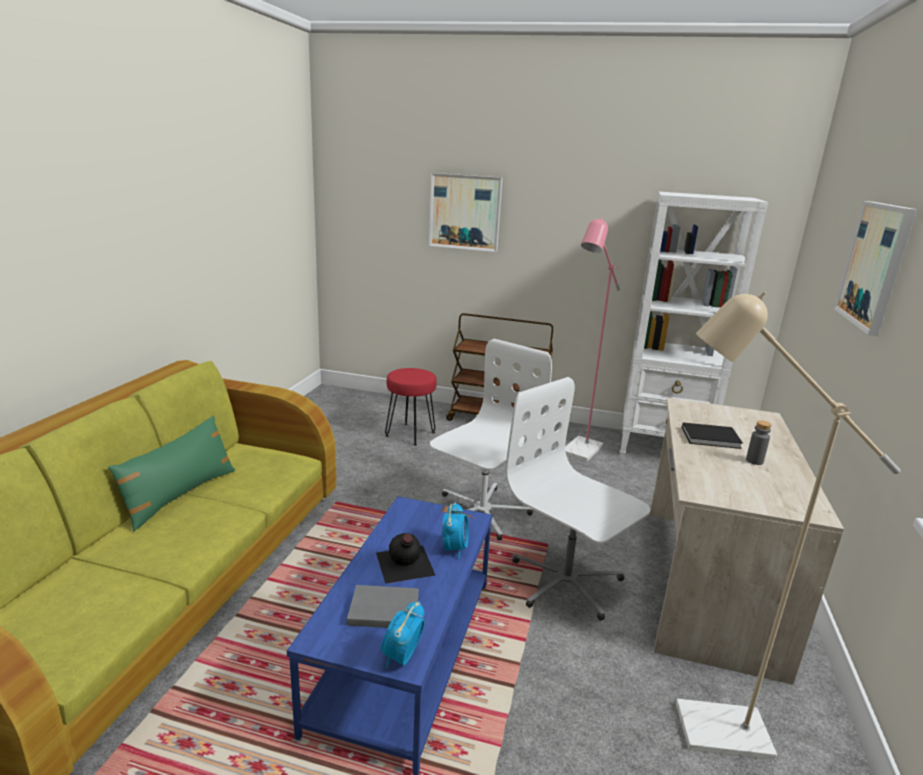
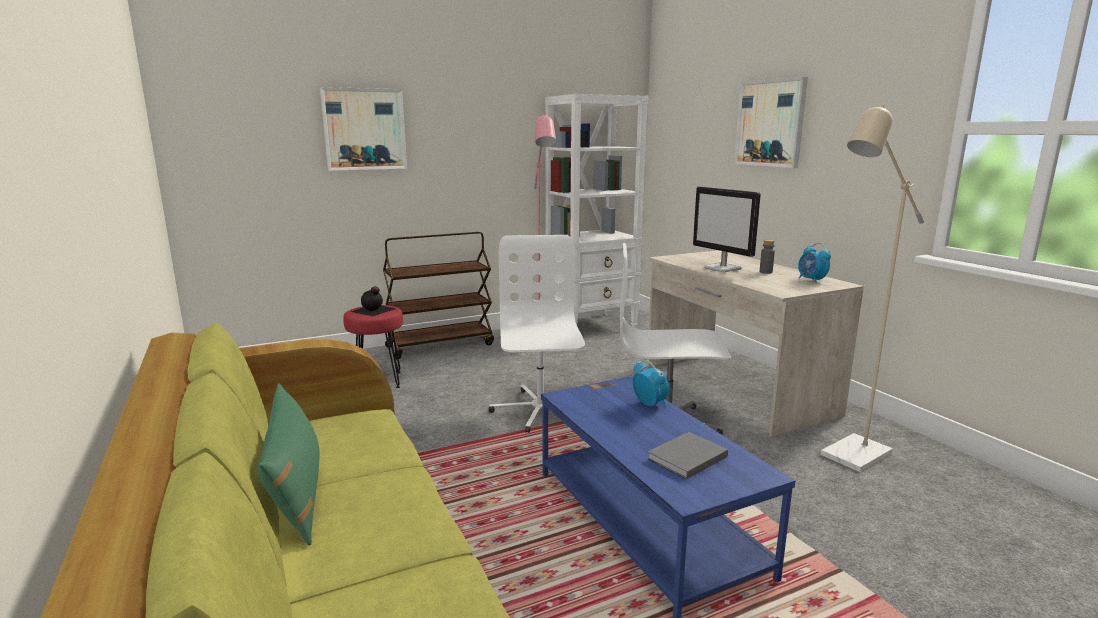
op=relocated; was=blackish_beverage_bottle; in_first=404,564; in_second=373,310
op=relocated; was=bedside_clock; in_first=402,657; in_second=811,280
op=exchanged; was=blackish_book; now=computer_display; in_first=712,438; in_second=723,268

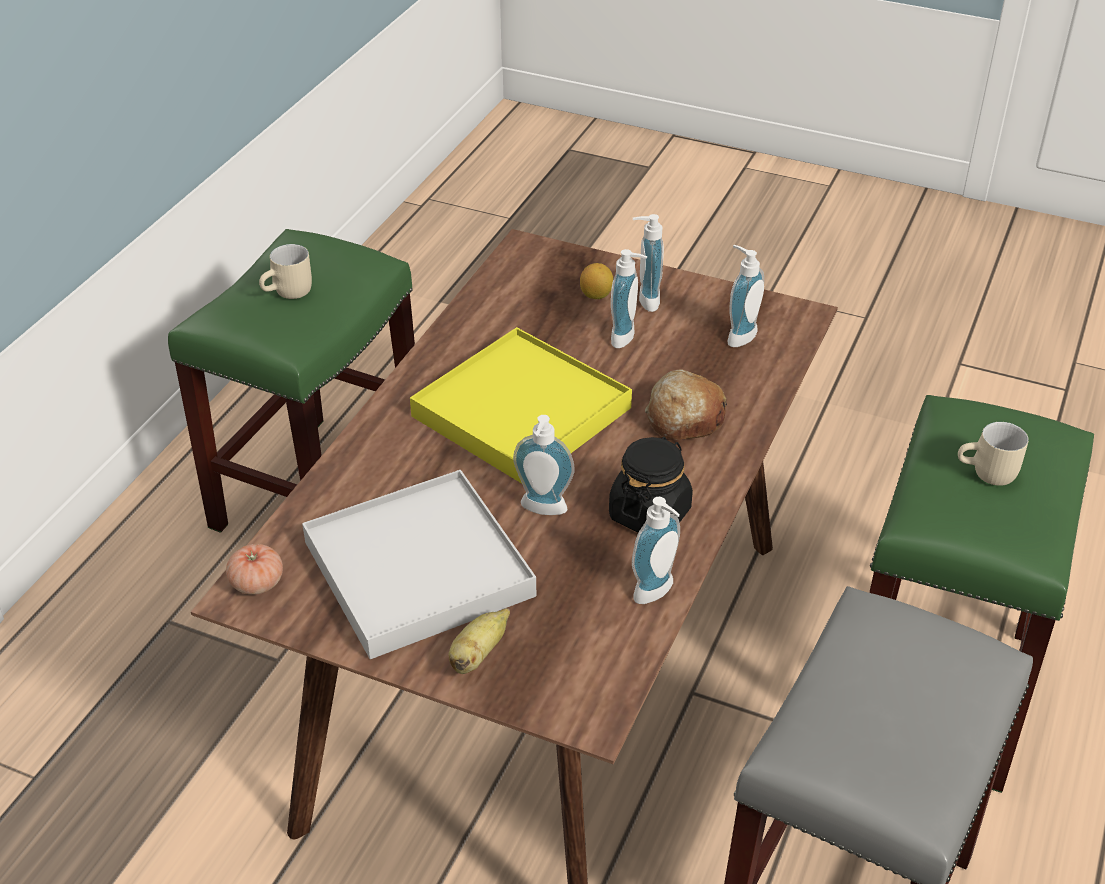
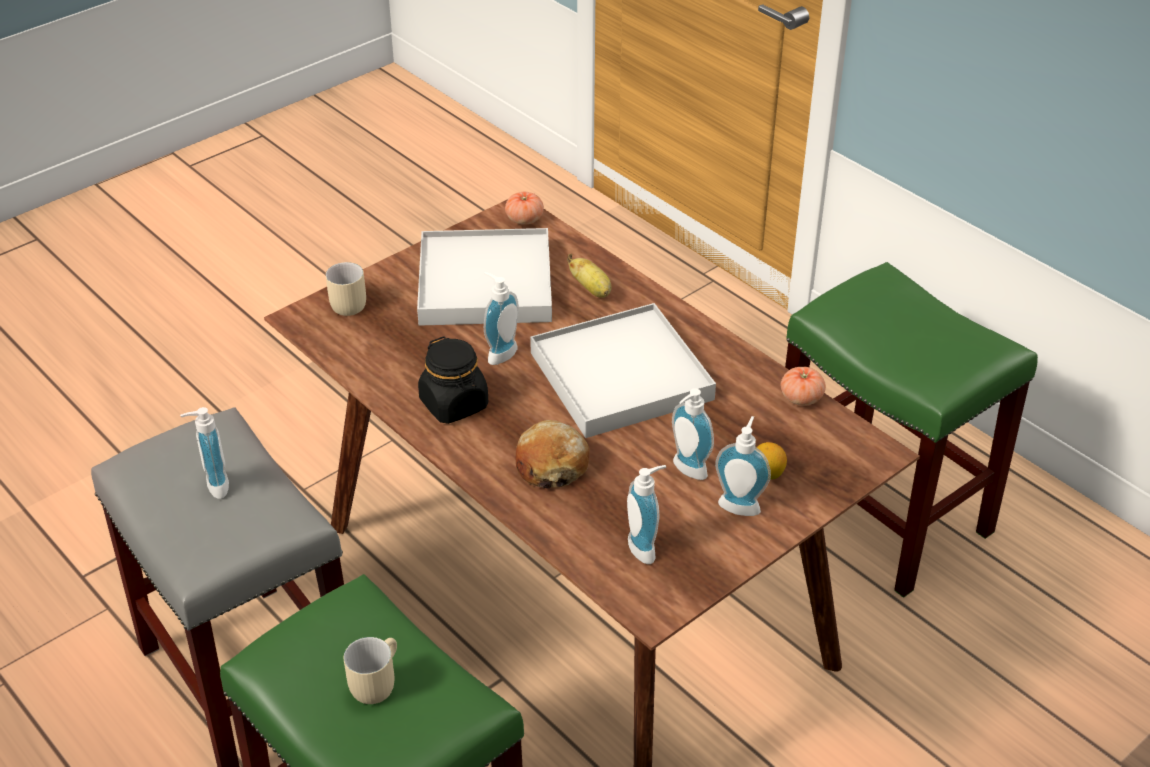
op=appeared; now=fresh_tomato; in_second=801,398
op=relocated; was=beige-coloured_tea_mug; in_first=289,293; in_second=345,303
op=relocated; was=banana; in_first=478,654; in_second=592,289
op=relocated; was=liquid_soap_bottle; in_first=657,593; in_second=213,486
op=colour; was=yellow_serving_tray; now=white_serving_tray; in_first=521,412; in_second=621,376

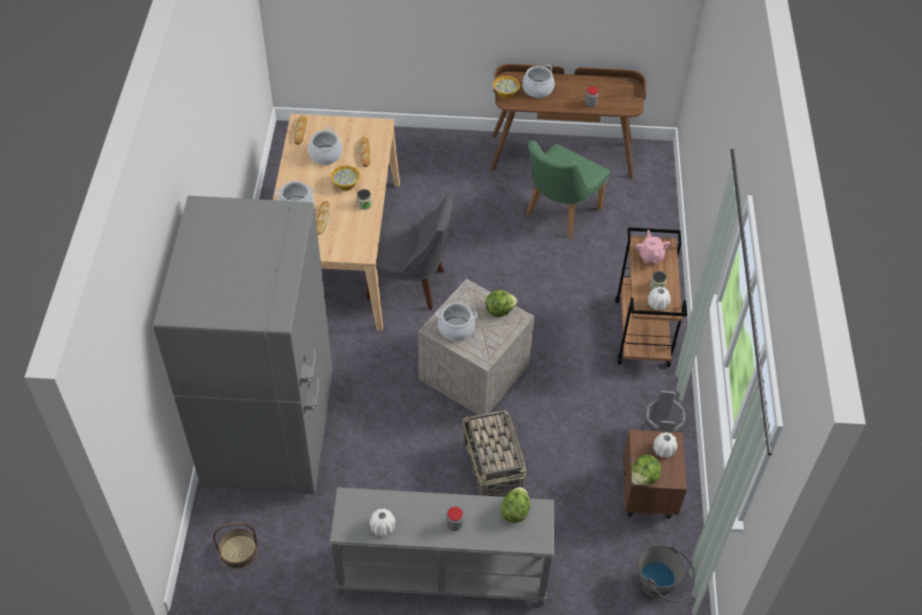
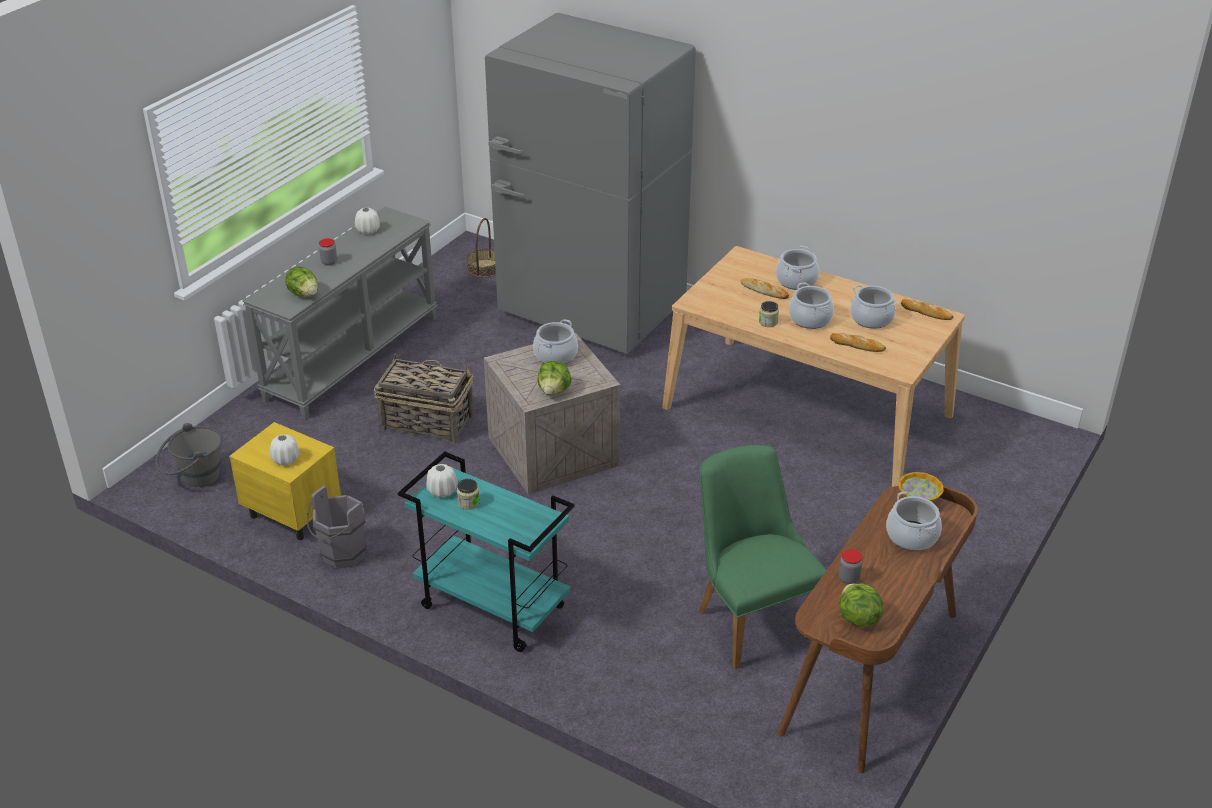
op=missing; was=greyish_chair; in_first=410,285
op=missing; was=pinkish_tea_pot; in_first=650,256
op=relocated; was=lettuce; in_first=644,477; in_second=857,618
op=exchanged; was=bowl; now=stockpot; in_first=346,185; in_second=810,319
op=colour; was=brownish_cart; now=turquoise-coloured_cart; in_first=642,333; in_second=491,607
op=colour; was=brownish_nightstand; now=yellow_nightstand; in_first=647,494; in_second=292,513

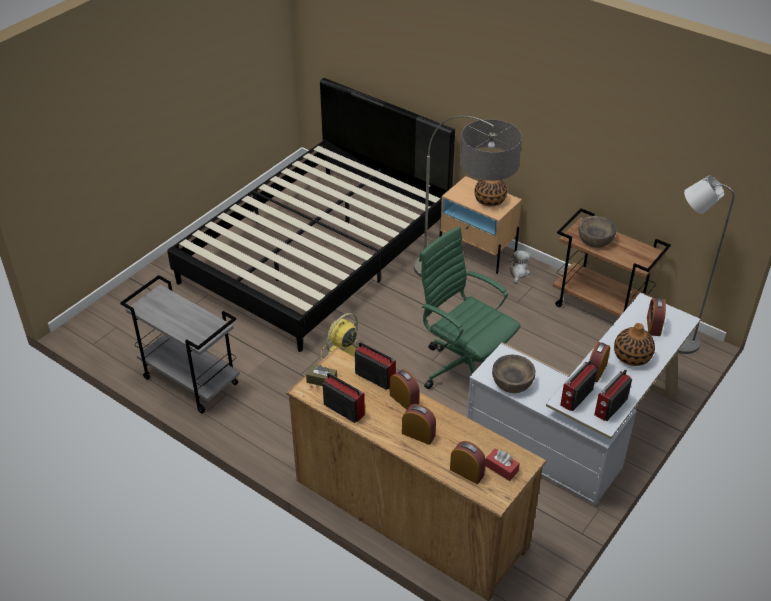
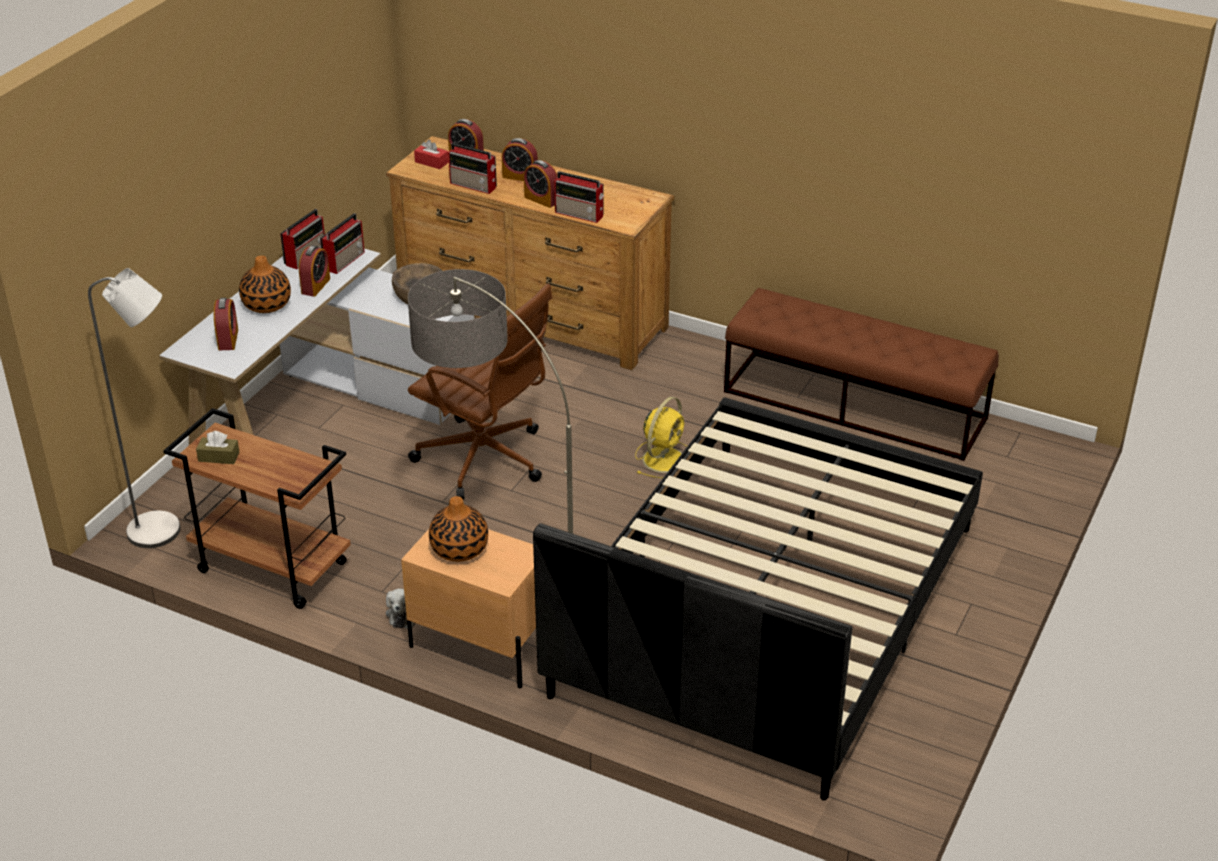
op=missing; was=brownish_bowl; in_first=595,239
op=relocated; was=brownish_tissue_holder; in_first=322,380; in_second=218,457
op=relocated; was=radio; in_first=343,408; in_second=474,185
op=exchanged; was=greyish_cart; now=brownish_bench; in_first=189,381; in_second=855,405
op=colour; was=green-coloured_desk_chair; now=brownish_desk_chair; in_first=465,368; in_second=485,460

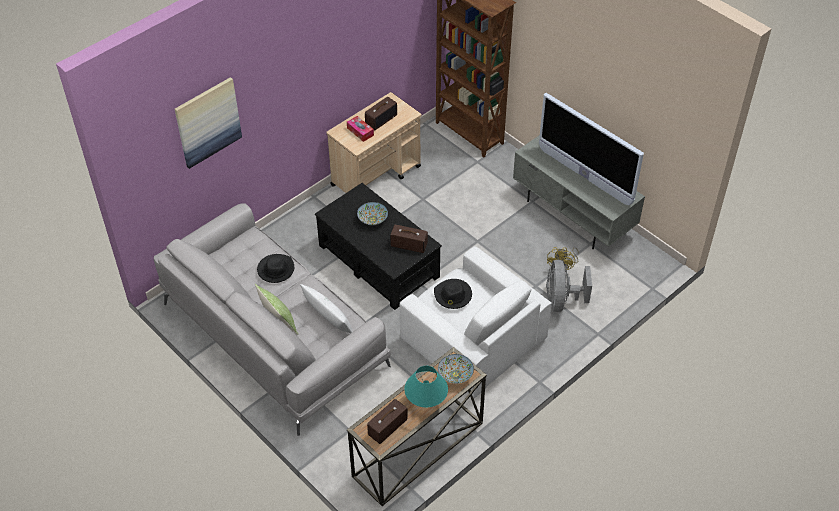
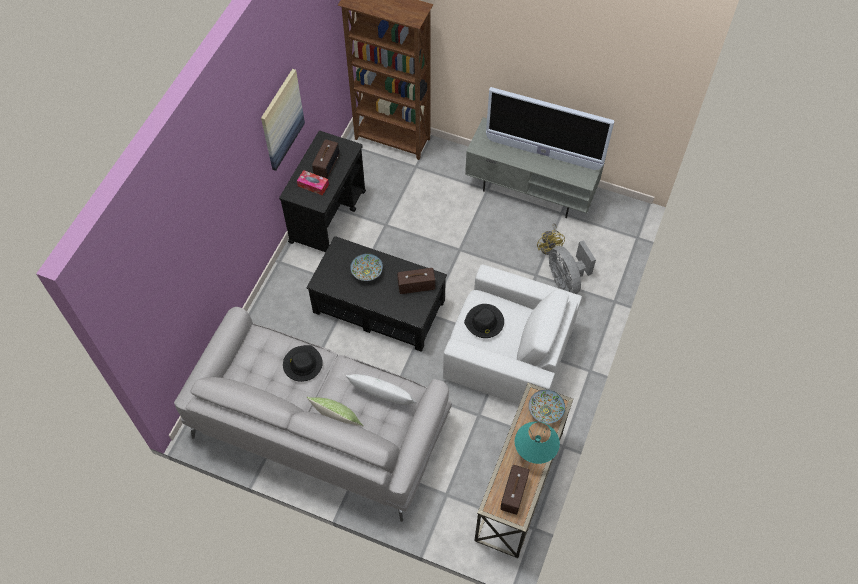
op=relocated; was=wall_art; in_first=208,122; in_second=281,120
op=colour; was=beige-coloured_cart; now=blackish_cart; in_first=376,175; in_second=328,216

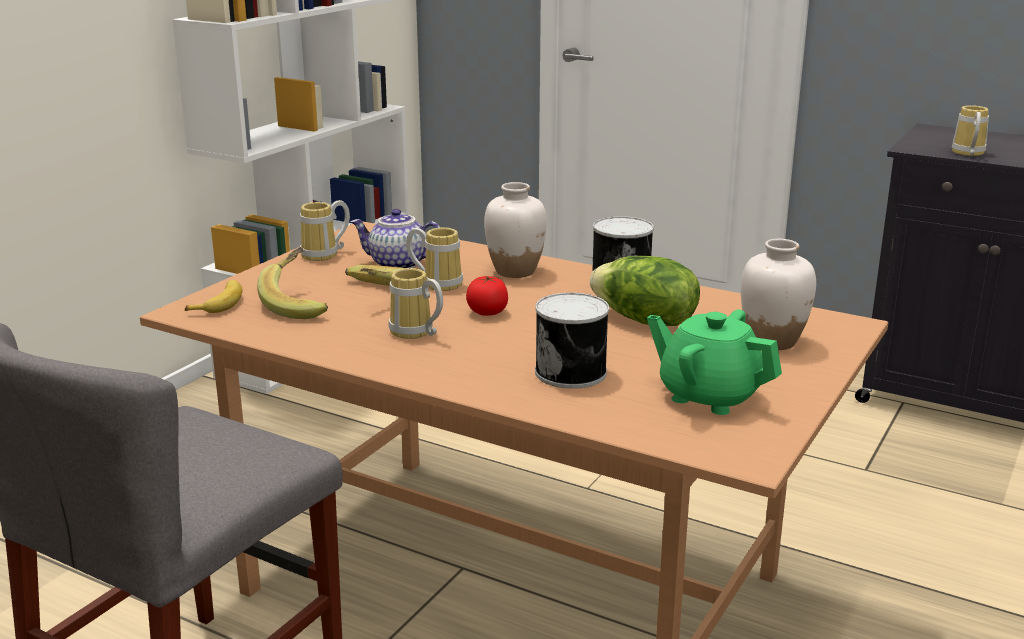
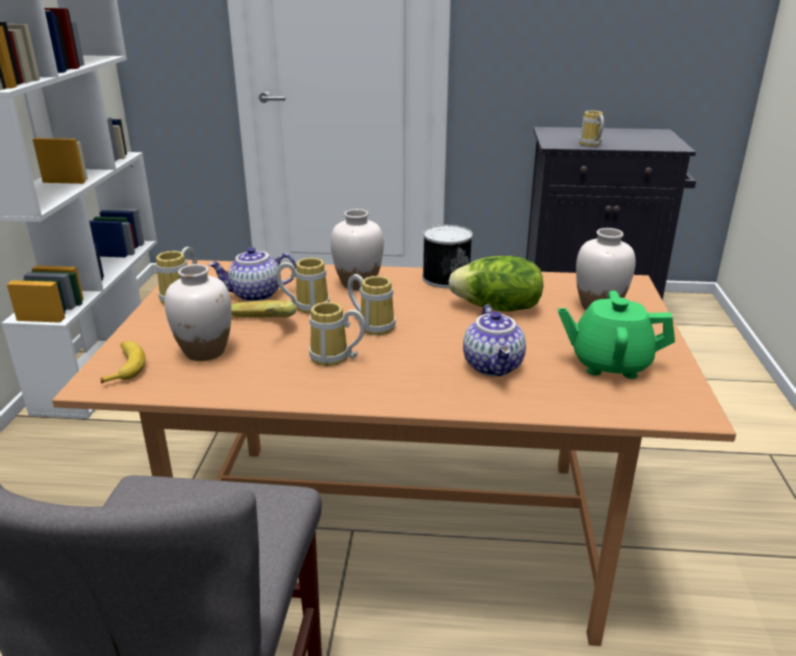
op=exchanged; was=banana; now=white_vase; in_first=300,304; in_second=205,351
op=exchanged; was=fresh_tomato; now=tea_mug; in_first=487,312; in_second=373,325
op=exchanged; was=metal_can; now=tea_pot; in_first=572,372; in_second=494,366

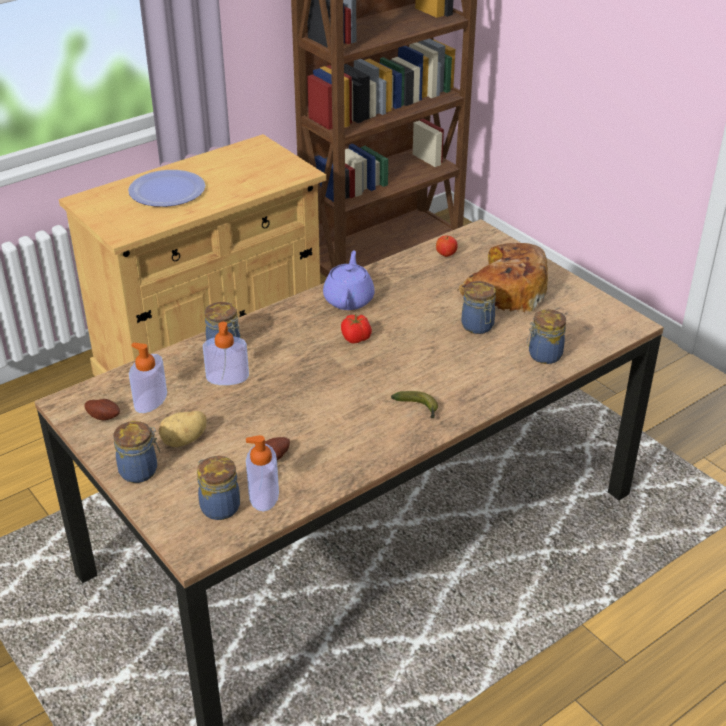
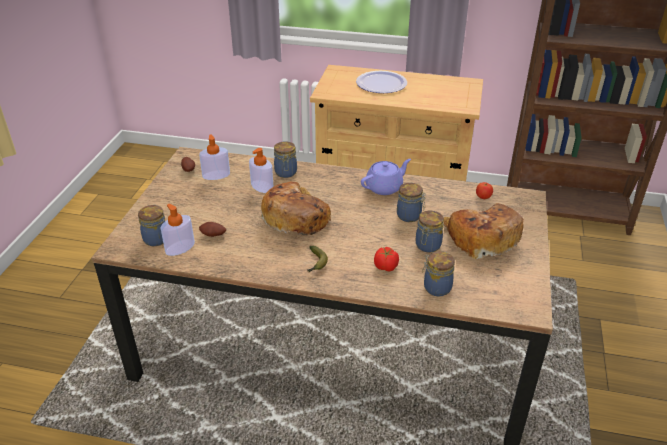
op=missing; was=whole_potato; in_first=184,440
op=appeared; now=bread; in_second=296,217
op=relocated; was=storage_jar; in_first=140,471; in_second=410,216
op=relocated; was=fresh_tomato; in_first=356,339; in_second=386,267

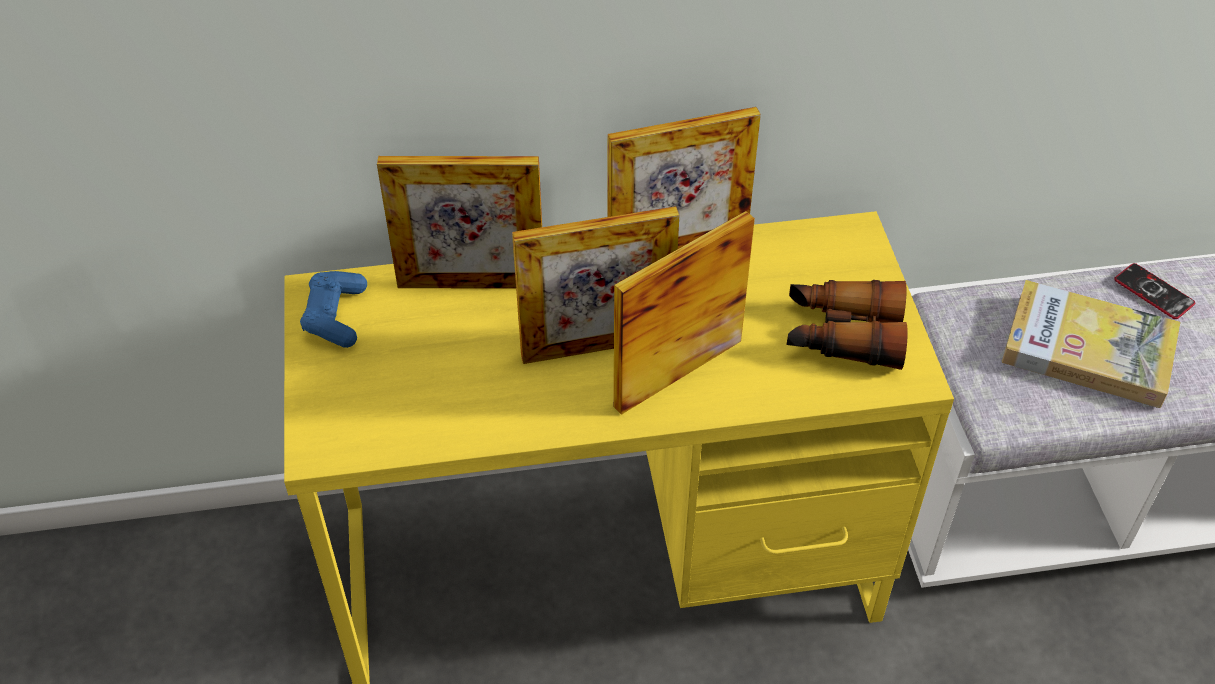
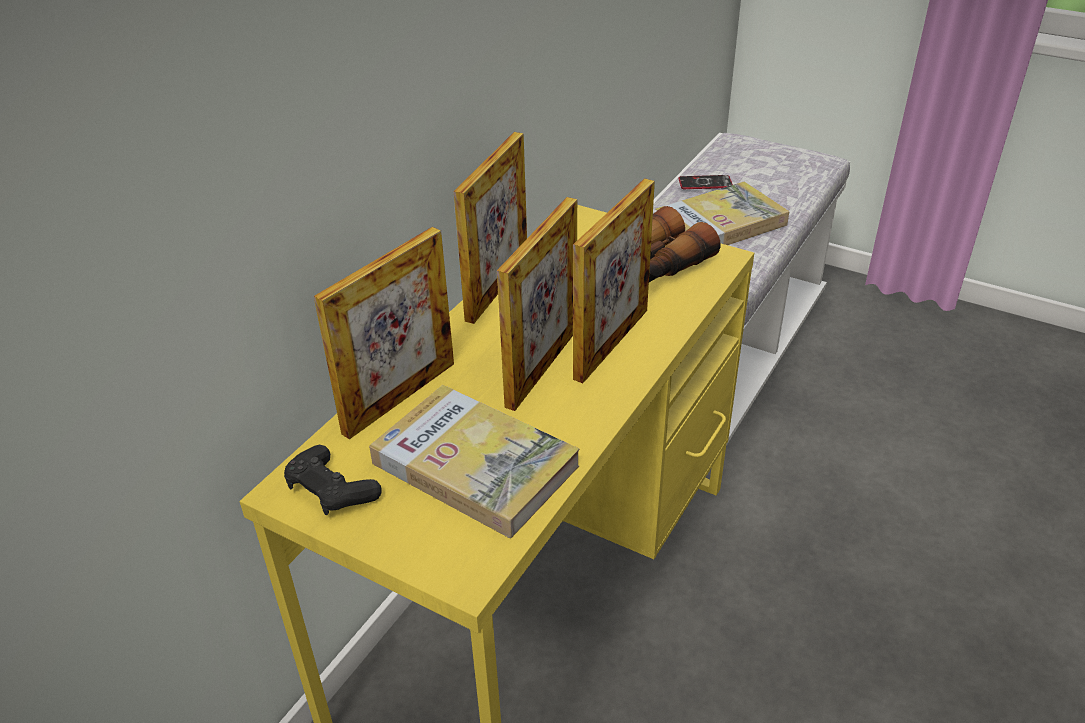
op=appeared; now=book; in_second=474,464
op=colour; was=blue-coloured_gamepad; now=blackish_gamepad; in_first=335,316; in_second=331,490
op=spun; was=photo_frame; in_first=678,373; in_second=611,343; clockwise=-150

